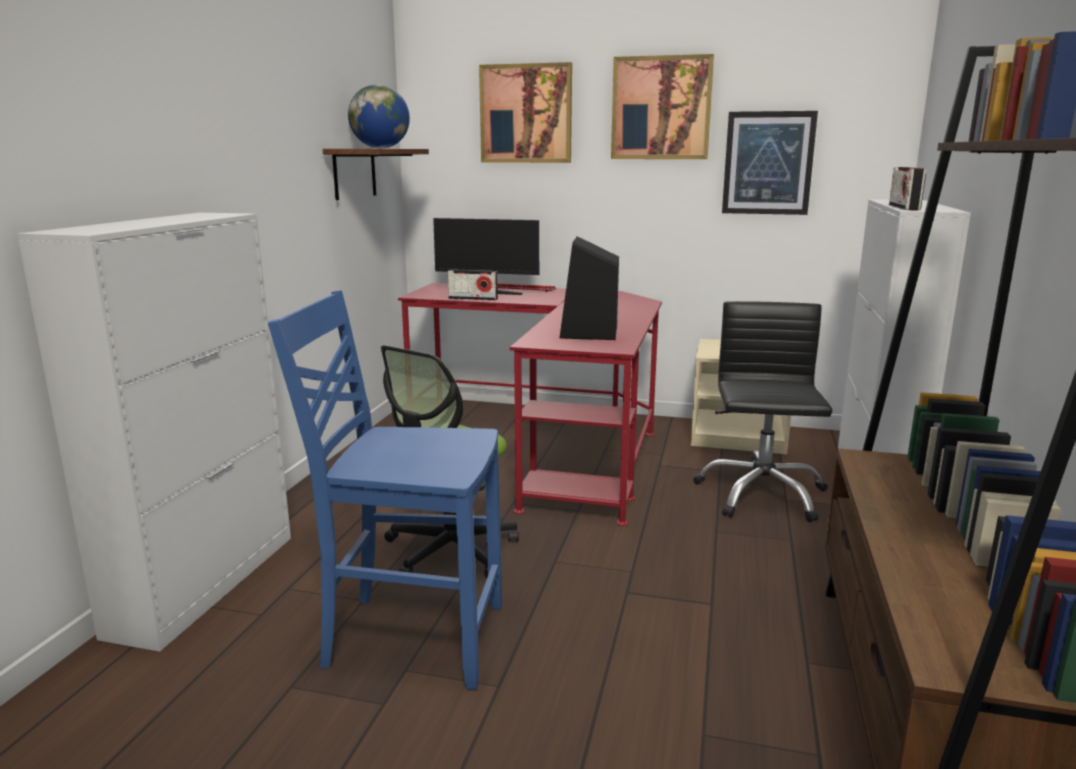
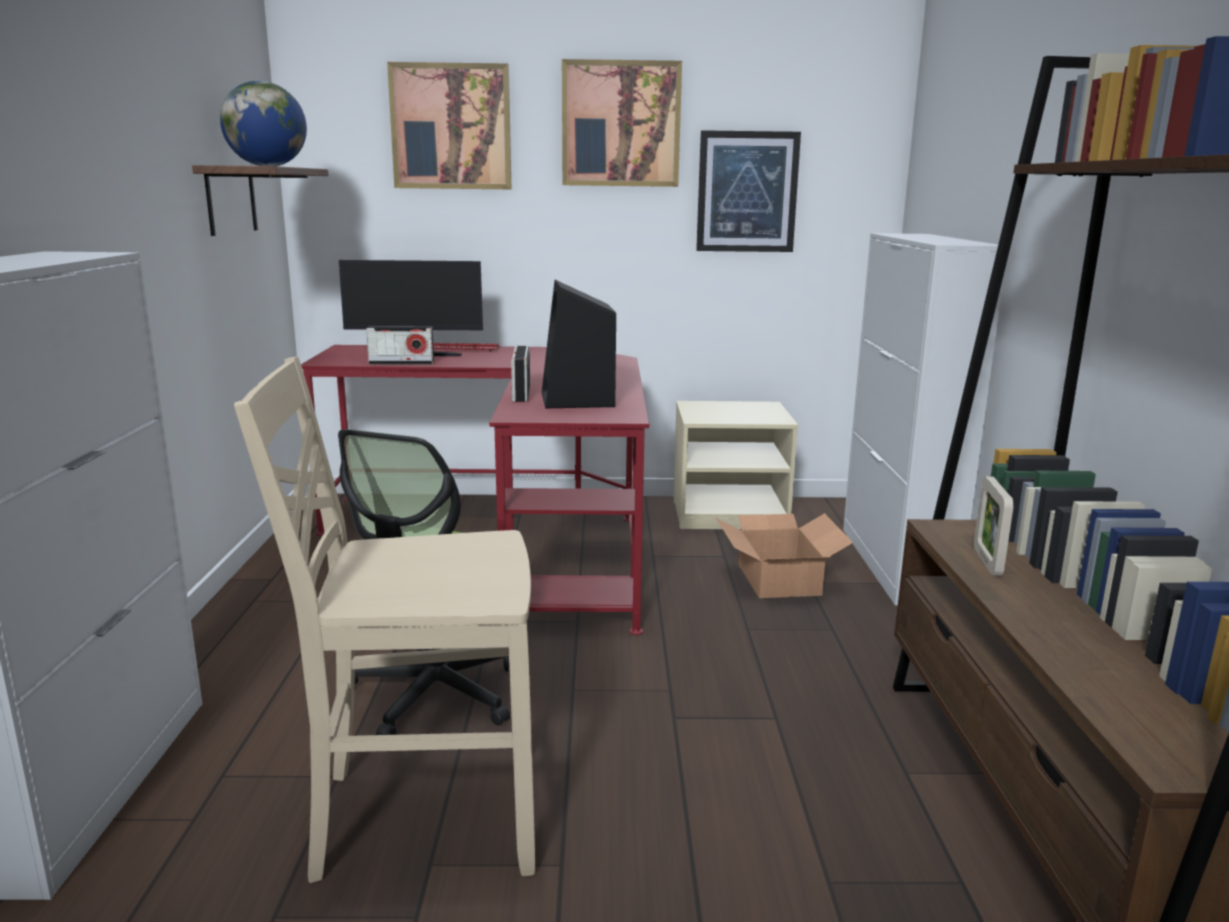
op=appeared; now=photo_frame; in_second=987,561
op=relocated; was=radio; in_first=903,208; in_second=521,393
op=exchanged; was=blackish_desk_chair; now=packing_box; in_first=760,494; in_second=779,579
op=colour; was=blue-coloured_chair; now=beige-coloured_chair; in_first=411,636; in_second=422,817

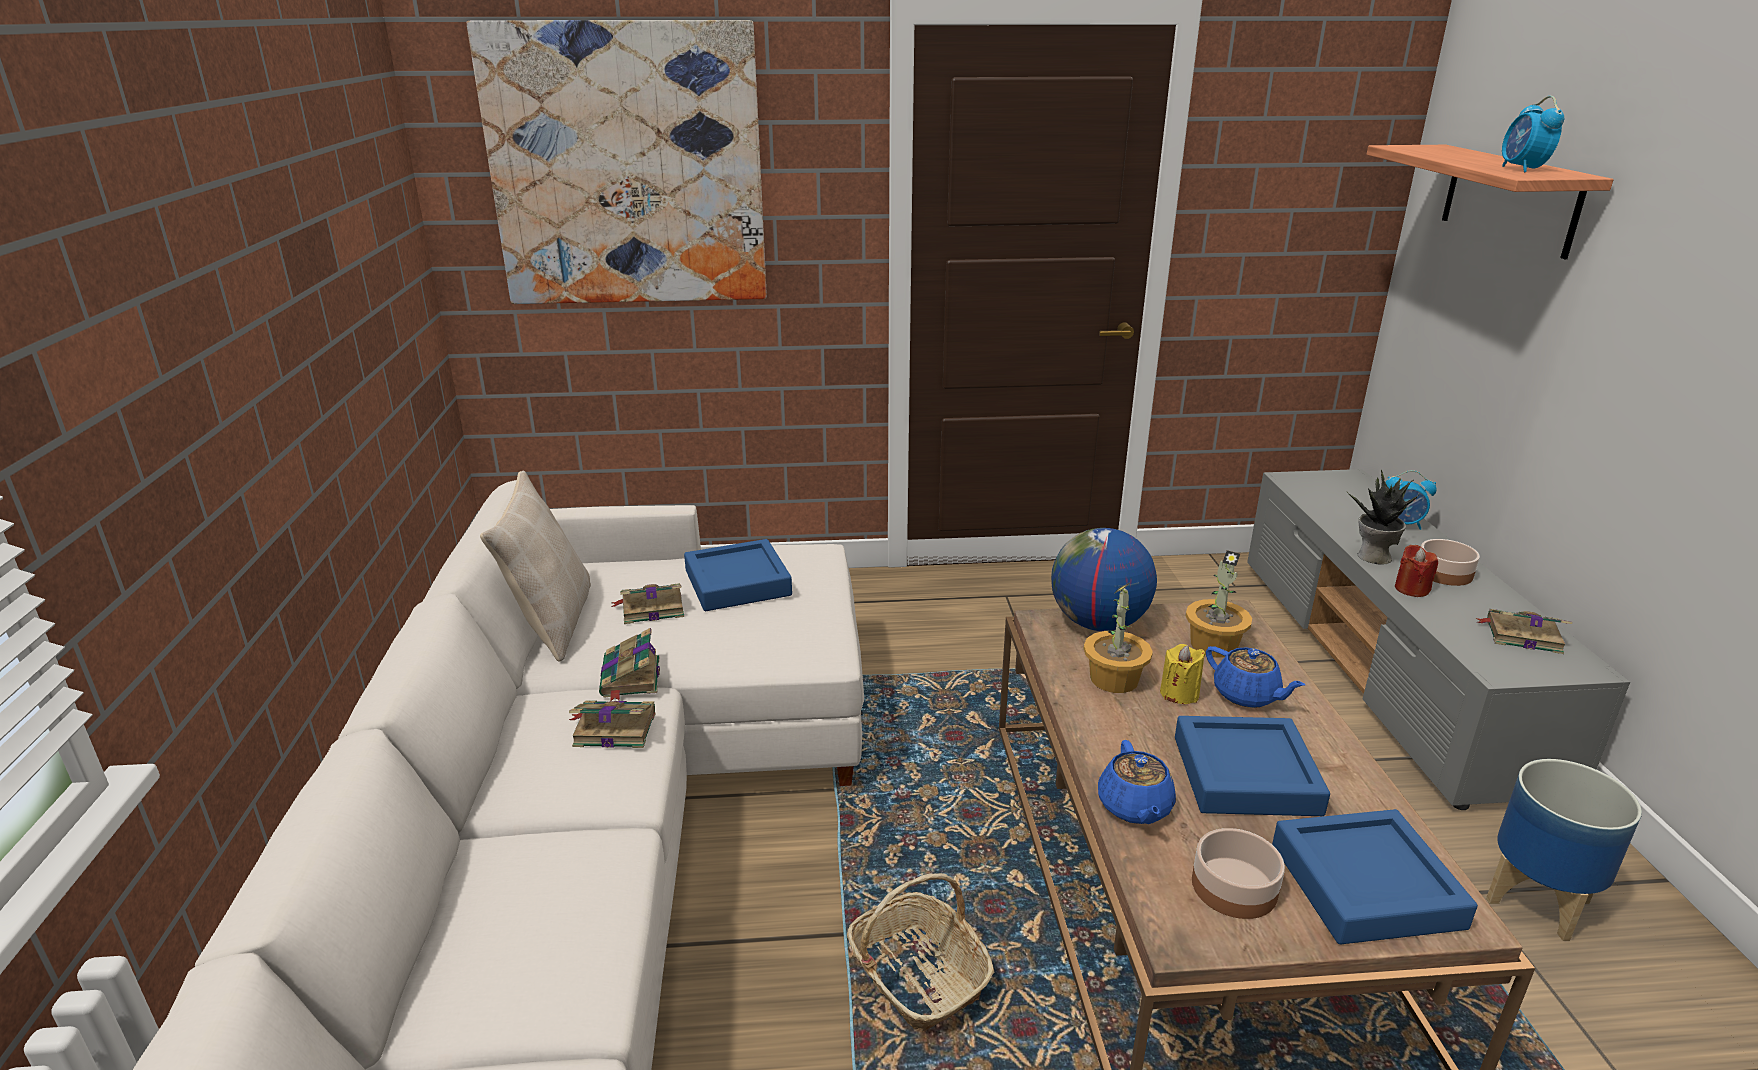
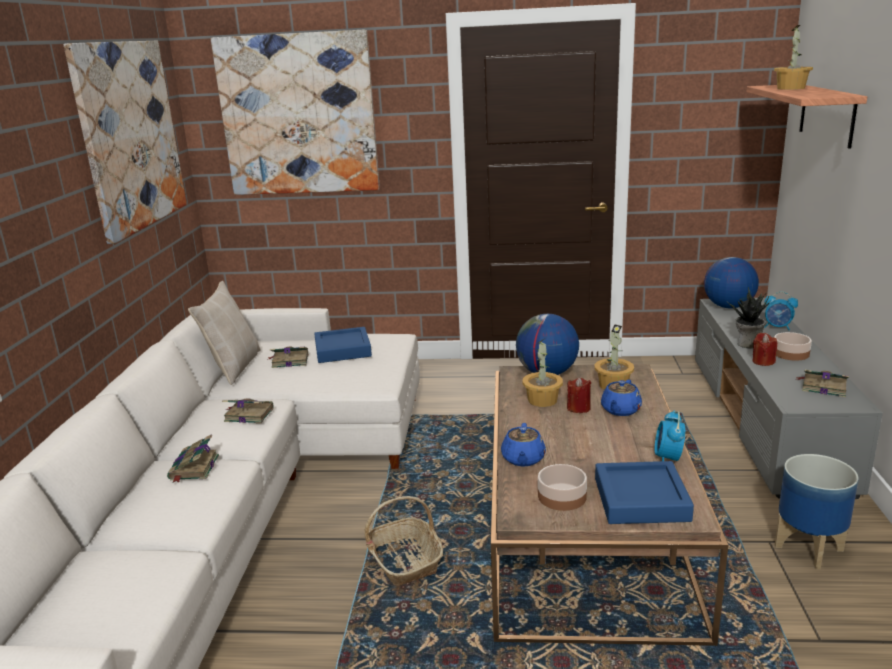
op=missing; was=blue-coloured_serving_tray; in_first=1245,775
op=appeared; now=wall_art; in_second=130,136
op=appeared; now=desk_globe; in_second=728,306
op=appeared; now=potted_plant; in_second=791,88
op=relocated; was=book; in_first=630,678; in_second=194,468
op=relocated; was=bedside_clock; in_first=1522,169; in_second=668,458
op=colour; was=yellow_wax_light; now=red_wax_light; in_first=1179,693; in_second=578,408
op=spun; was=blue-coloured_tea_pot; in_first=1247,695; in_second=620,410; clockwise=60

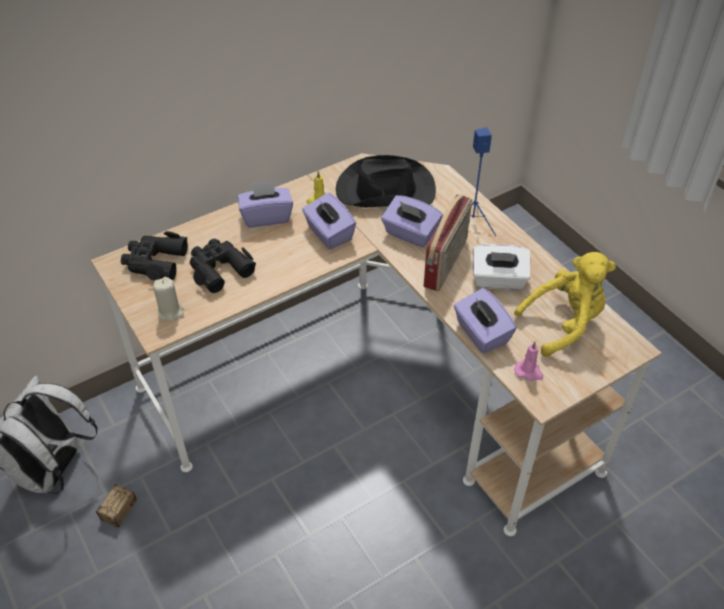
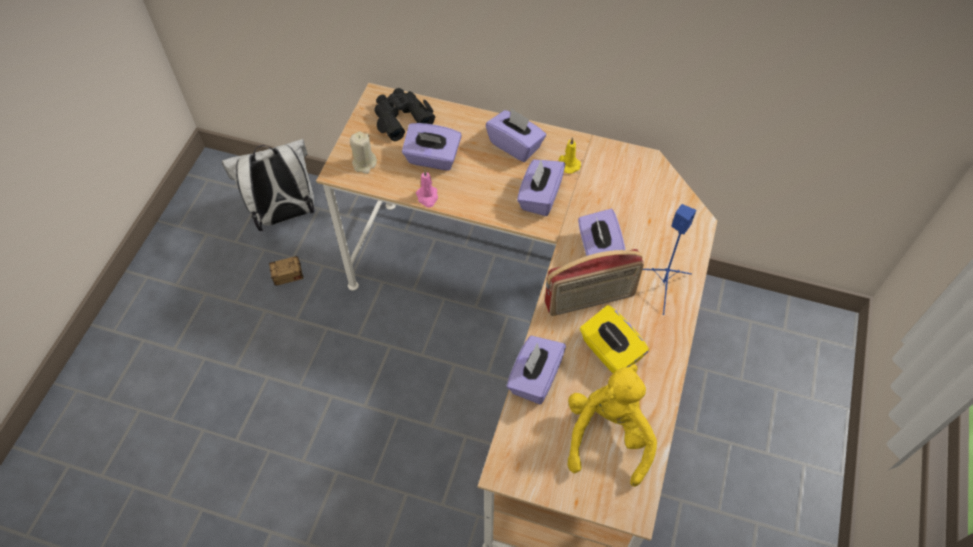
op=missing; was=blackish_wearable_hat; in_first=384,190
op=relocated; was=pinkish_wax_light; in_first=529,372; in_second=427,197
op=exchanged; was=blackish_field_glasses; now=purple-coloured_tissue_holder; in_first=219,268; in_second=432,158
op=colour; was=white_tissue_holder; now=yellow_tissue_holder; in_first=498,280; in_second=610,351
op=spun; was=yellow_plush_toy; in_first=564,323; in_second=608,435; clockwise=-105

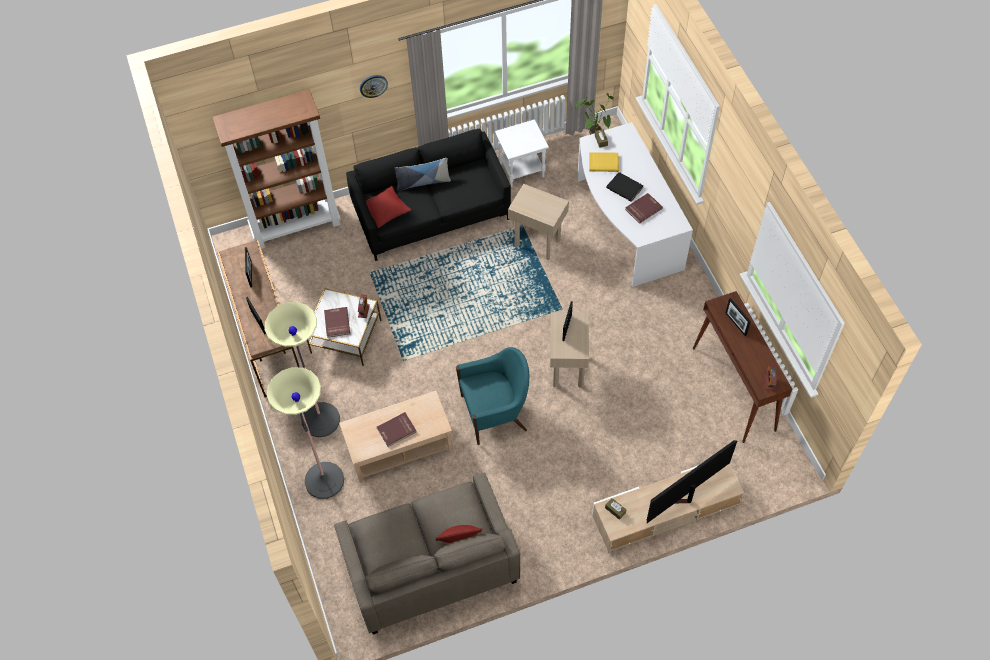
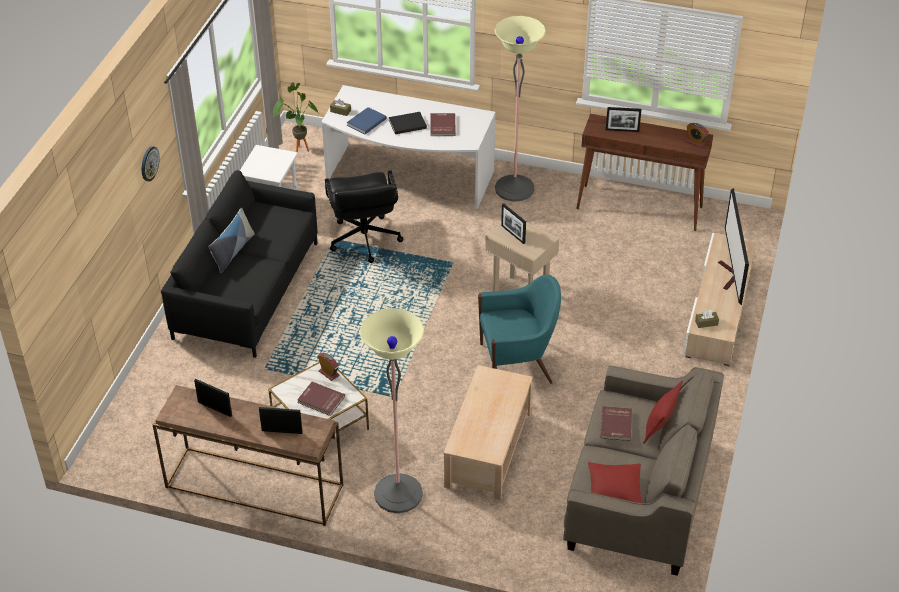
op=missing; was=brownish_shelving_unit; in_first=296,225
op=relocated; was=standing_lamp; in_first=324,480; in_second=514,188
op=relocated; was=red_pillow; in_first=385,210; in_second=614,490
op=relocated; was=red_book; in_first=397,430; in_second=617,425
op=exchanged; was=beige-coloured_end_table; now=blackish_desk_chair; in_first=537,242; in_second=364,240
op=colour; was=yellow_book; now=blue-coloured_book; in_first=603,162; in_second=366,122
op=spun; was=turquoise-coloured_lounge_chair; in_first=495,413; in_second=518,363; clockwise=60

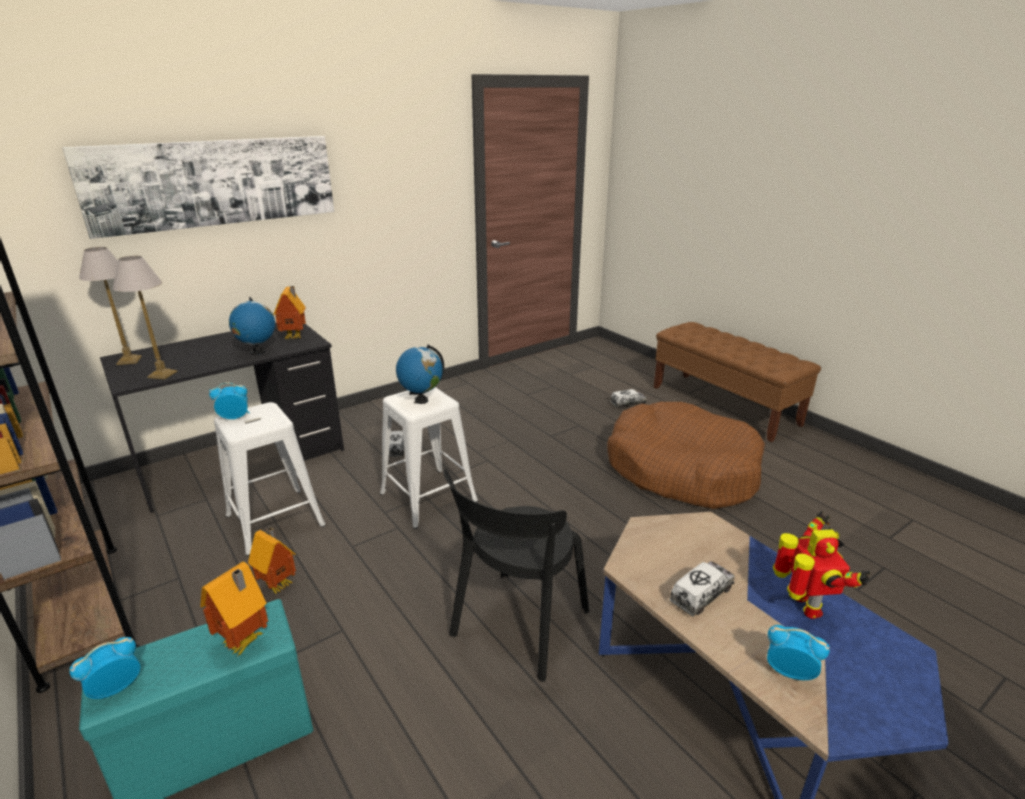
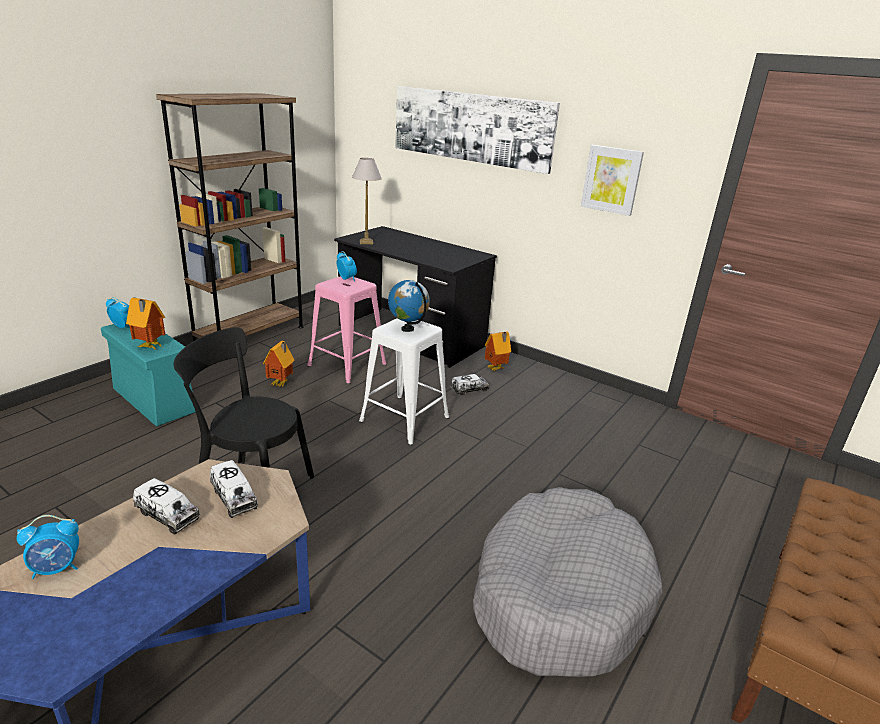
op=missing; was=table_lamp; in_first=128,360
op=missing; was=desk_globe; in_first=257,352
op=missing; was=model_robot; in_first=804,607
op=appeared; now=wall_art; in_second=611,180
op=relocated; was=toy_house; in_first=295,337; in_second=496,369
op=relocated; was=model_truck; in_first=628,404; in_second=234,497
op=colour; was=white_sitting_stool; now=pinkish_sitting_stool; in_first=274,520; in_second=347,365
op=colour; was=brownish_pet_bed; now=greyish_pet_bed; in_first=681,470; in_second=559,594
op=spun; was=bedside_clock; in_first=788,671; in_second=57,568; clockwise=60

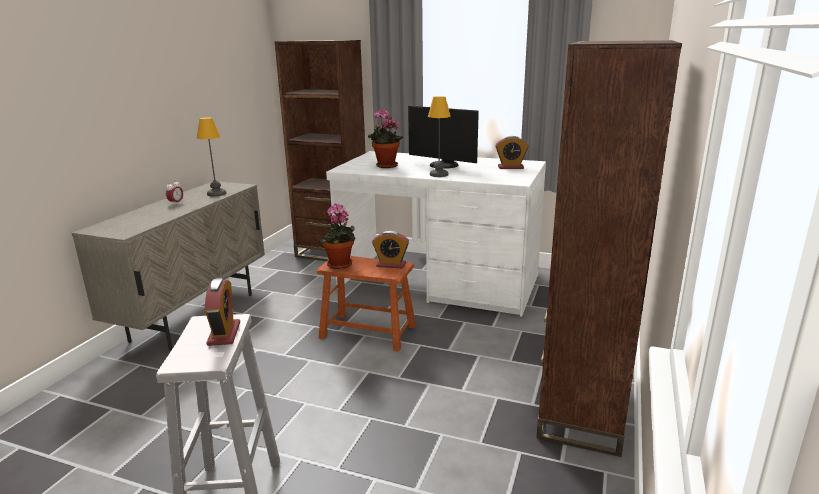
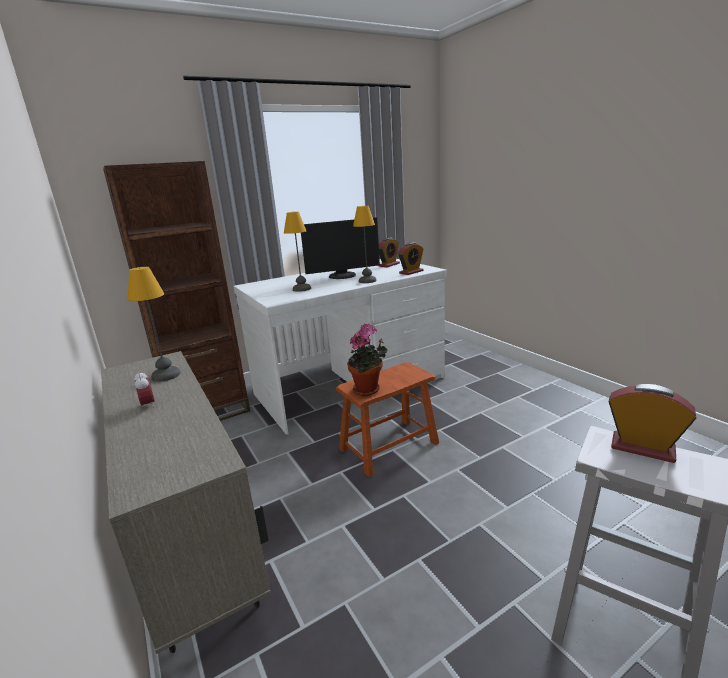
op=missing; was=brownish_shelving_unit; in_first=581,412
op=relocated; was=bedside_clock; in_first=391,265; in_second=411,272
op=exchanged; was=potted_plant; now=table_lamp; in_first=385,166; in_second=302,289

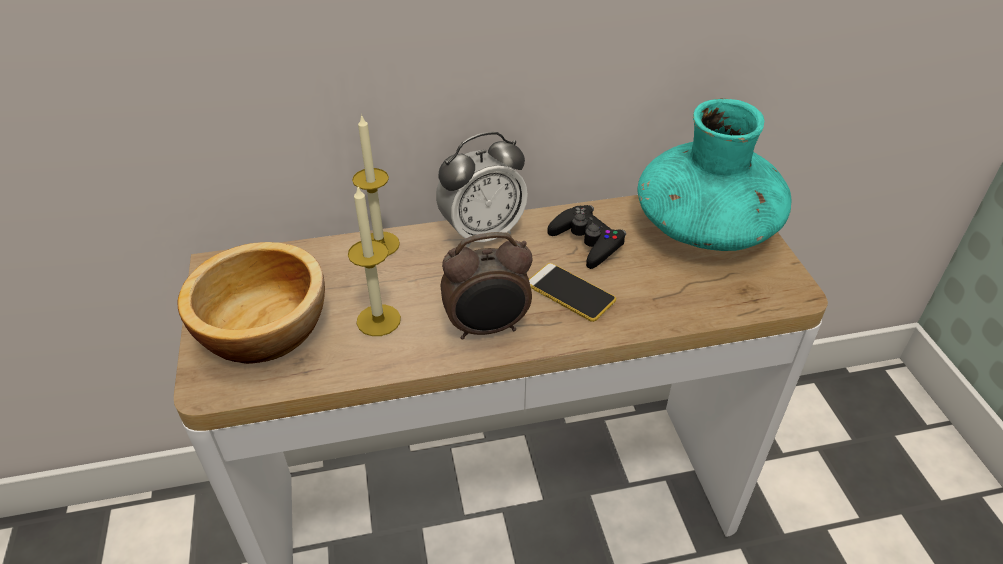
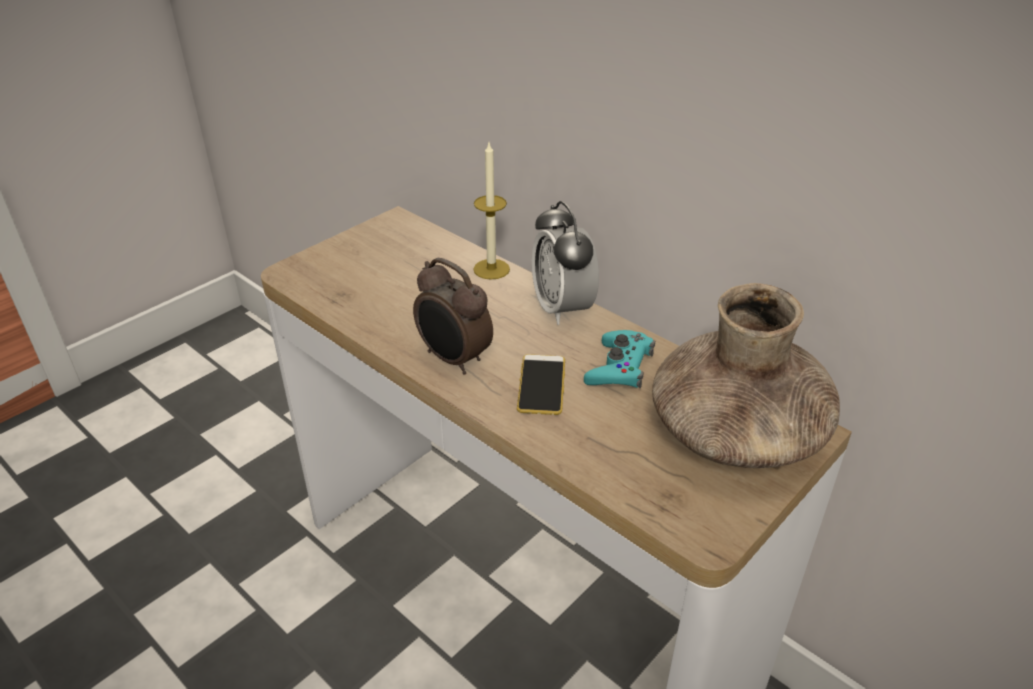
op=missing; was=bowl; in_first=265,327
op=missing; was=wax_light; in_first=378,320
op=colour; was=blackish_gamepad; now=turquoise-coloured_gamepad; in_first=587,242; in_second=619,367
op=colour; was=turquoise-coloured_vase; now=brownish_vase; in_first=705,228; in_second=736,434
op=spun; was=bedside_clock; in_first=482,233; in_second=562,308; clockwise=45

